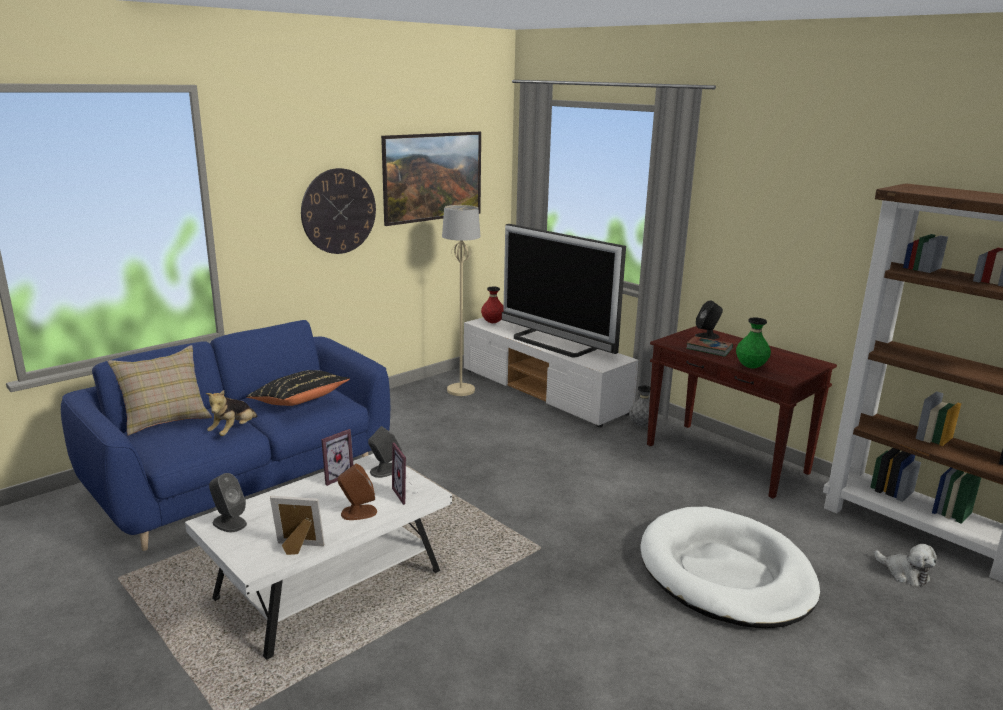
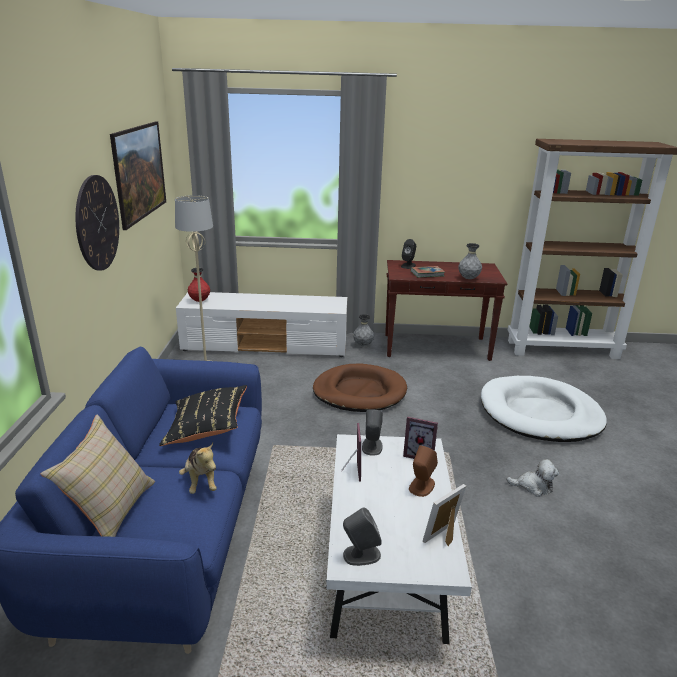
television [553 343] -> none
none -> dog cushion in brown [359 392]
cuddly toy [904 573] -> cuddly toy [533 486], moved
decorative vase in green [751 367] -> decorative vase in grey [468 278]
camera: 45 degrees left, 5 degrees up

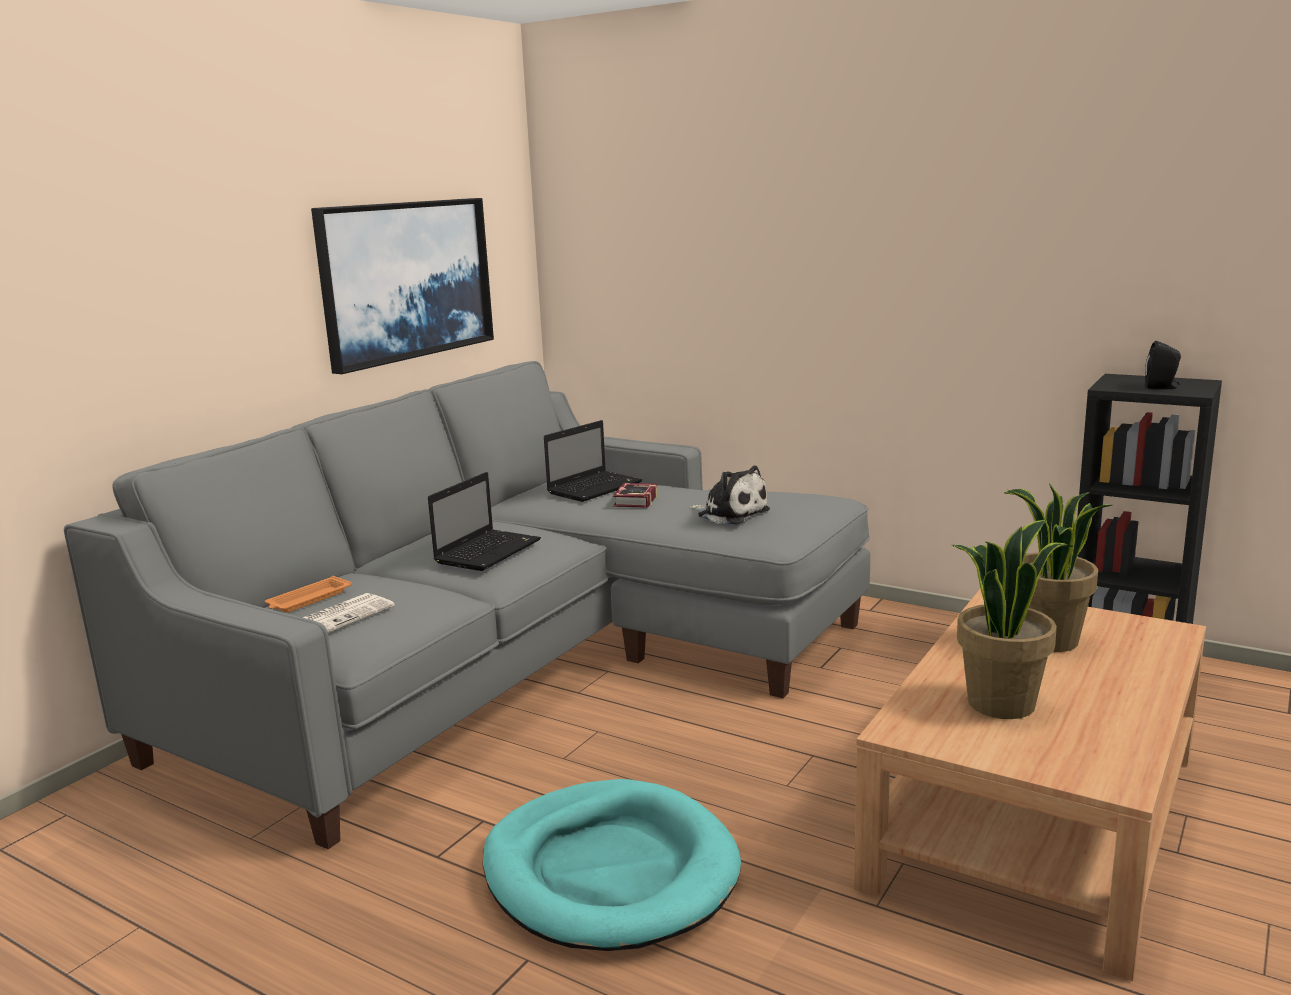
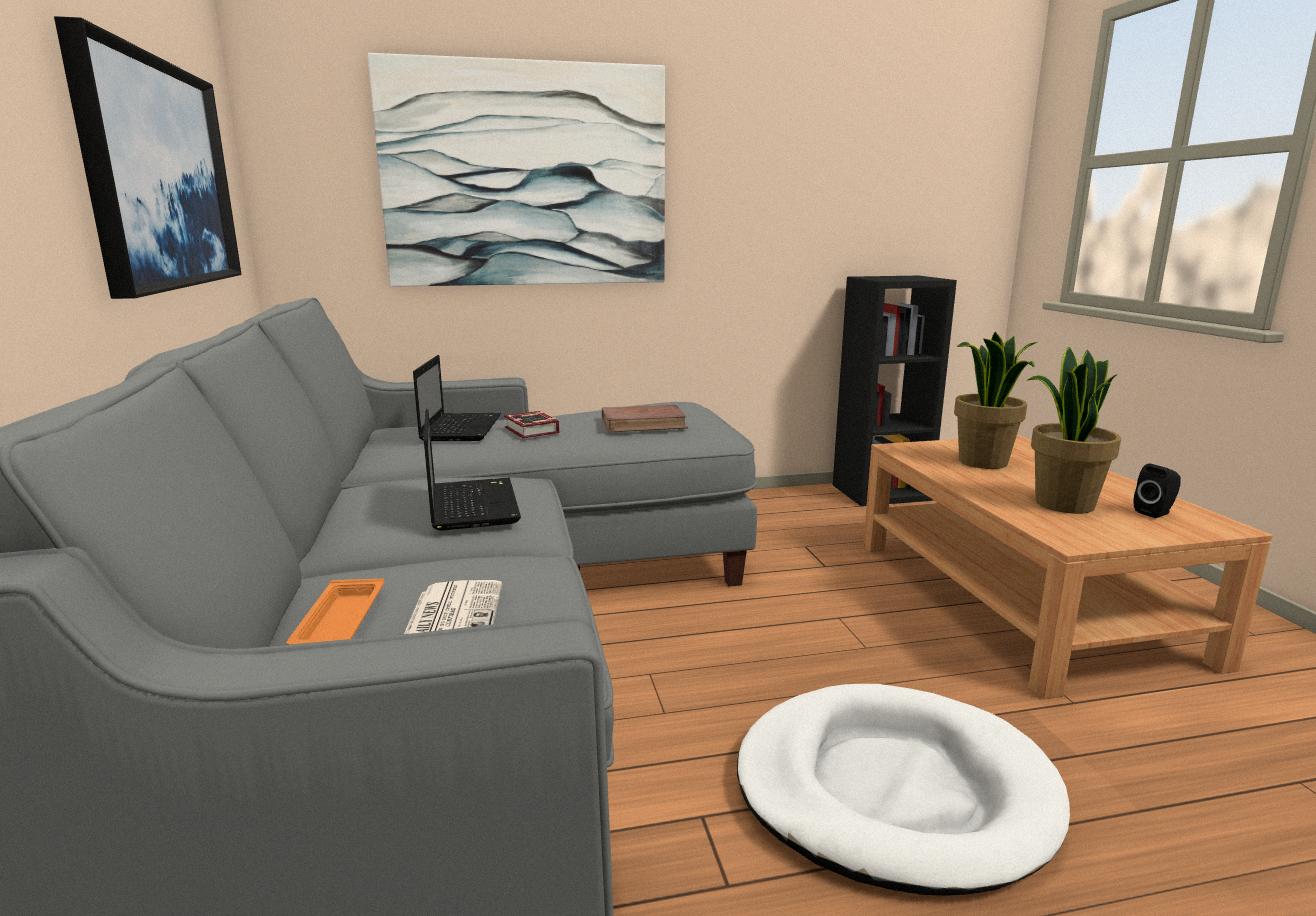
none -> picture [526 176]
speaker in black-coloured [1162 387] -> speaker in black-coloured [1155 512], moved
cuddly toy [730 513] -> book in brown [643 424]
dog cushion in turquoise-coloured [610 871] -> dog cushion in whitish [892 791]
camera: 45 degrees left, 0 degrees up

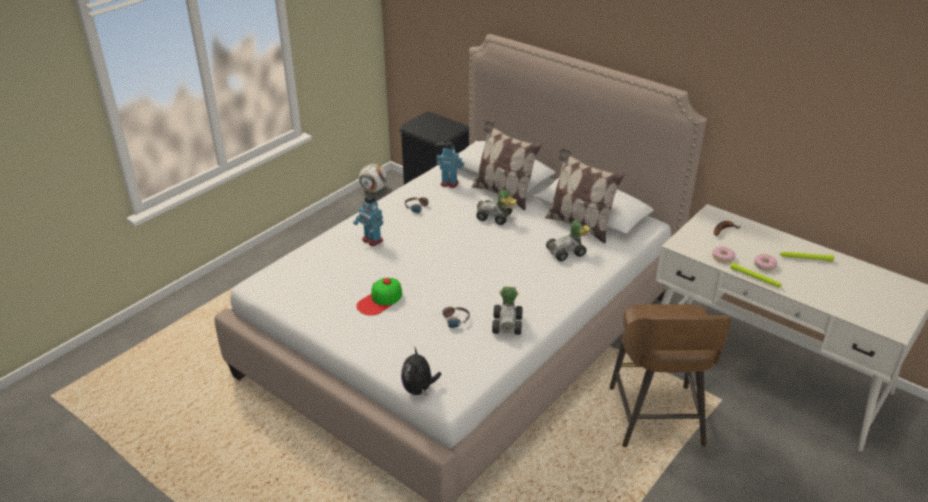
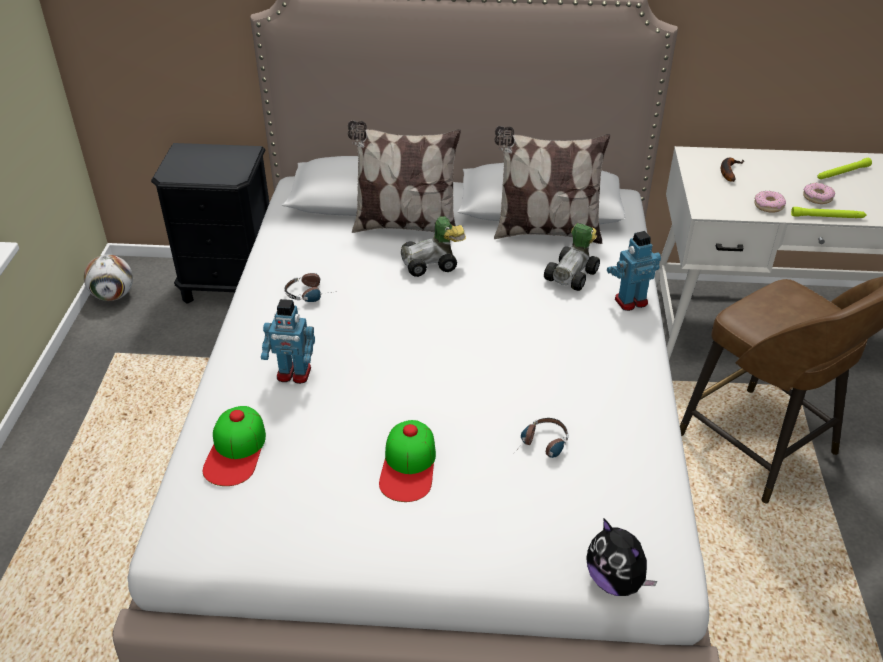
toy car [508 323] -> none
none -> baseball cap [236 451]
robot figure [449 183] -> robot figure [630 301], moved
camera: 35 degrees left, 5 degrees up

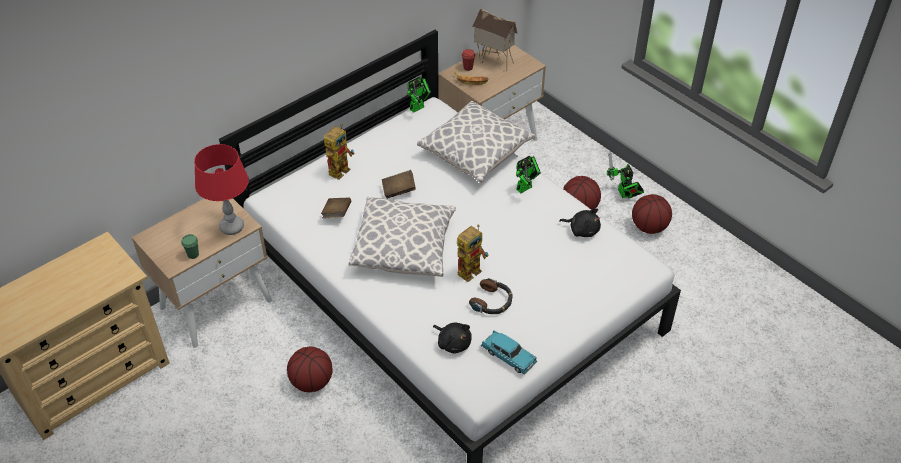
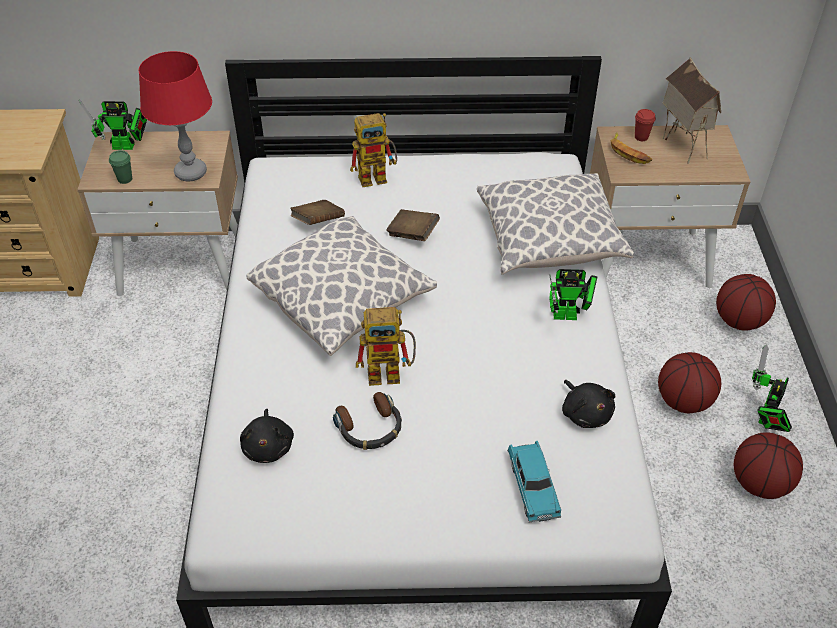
basketball ball [312 382] -> basketball ball [739 321], moved
robot figure [419 107] -> robot figure [127 146], moved
toy car in turquoise-coloured [508 356] -> toy car in turquoise-coloured [532 487], moved
camera: 40 degrees right, 0 degrees up

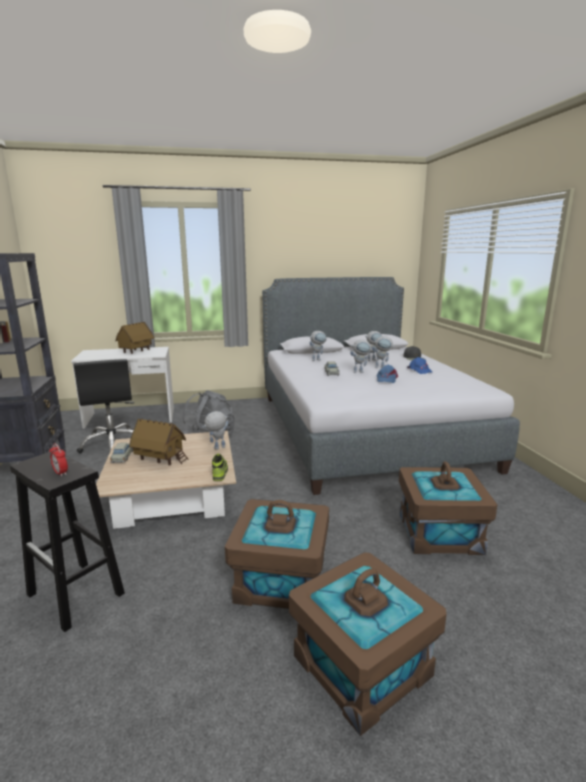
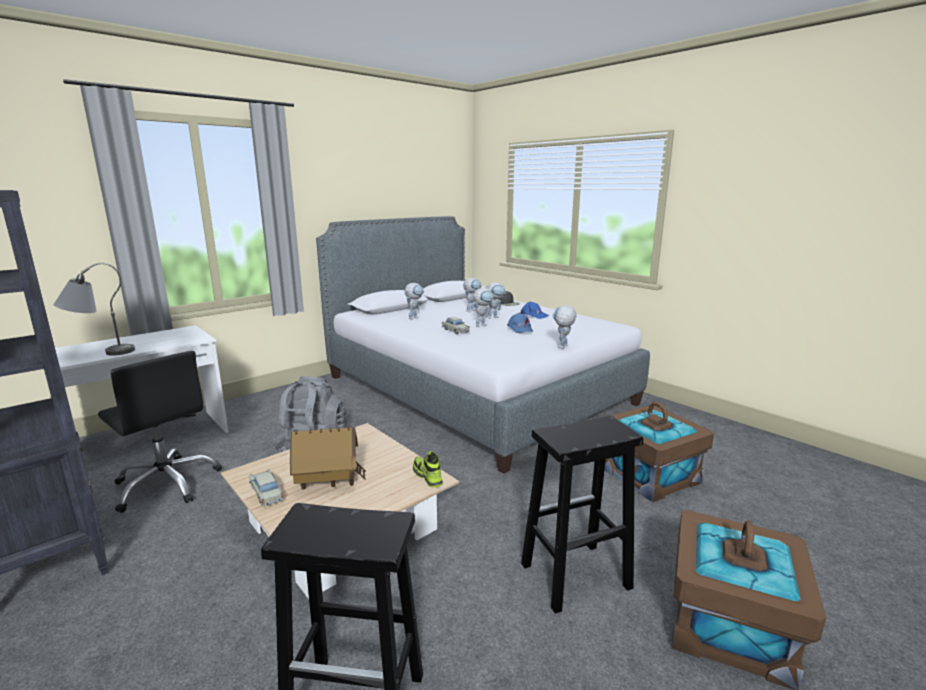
alarm clock [60 473] -> none
model house [136 351] -> none
none -> table lamp in grey [100 353]
robot figure [217 449] -> robot figure [562 347], moved
storage bin in brown [280 580] -> stool seat in black-coloured [574 576]
camera: 30 degrees left, 0 degrees up

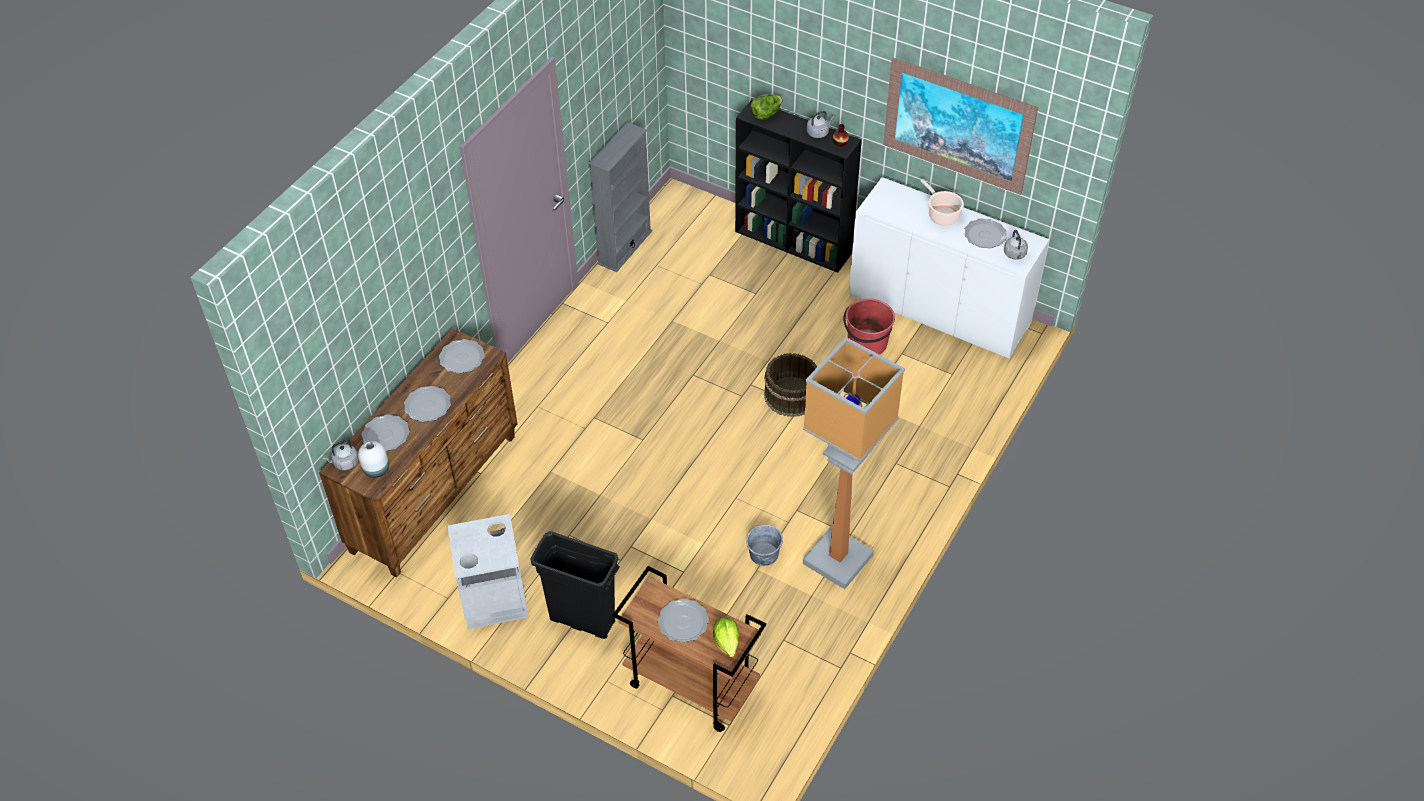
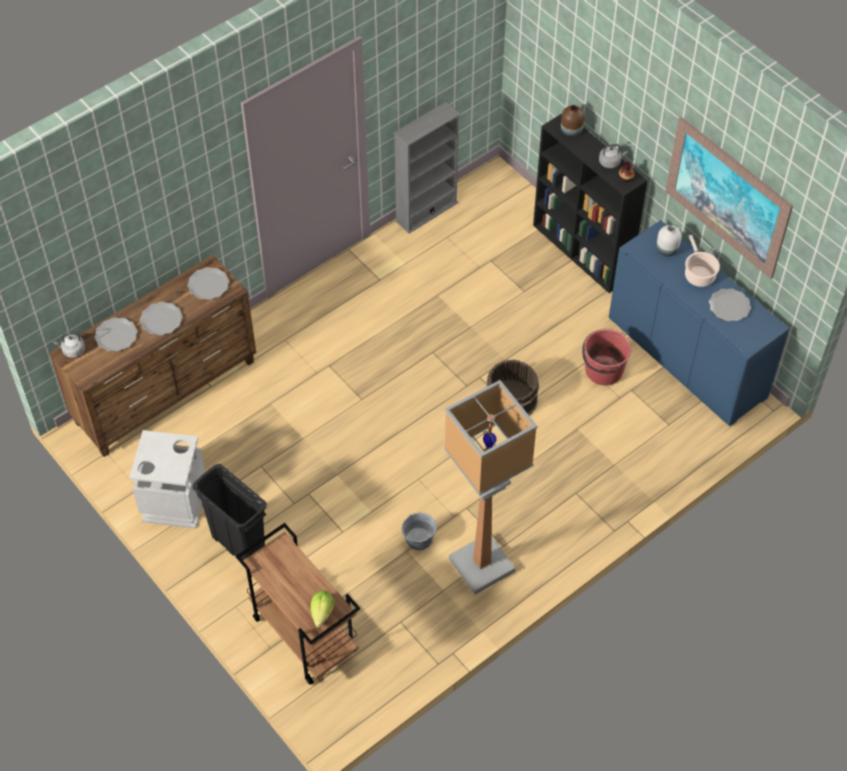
flat dish [683 622] -> none
kettle in grey [1015 255] -> none
decorative vase in whitish [377 470] -> decorative vase in whitish [667 250], moved
lettuce [766 114] -> decorative vase in brown [570 130]
cabinet in whitish [939 309] -> cabinet in bluish [686 358]
camera: 20 degrees right, 5 degrees up

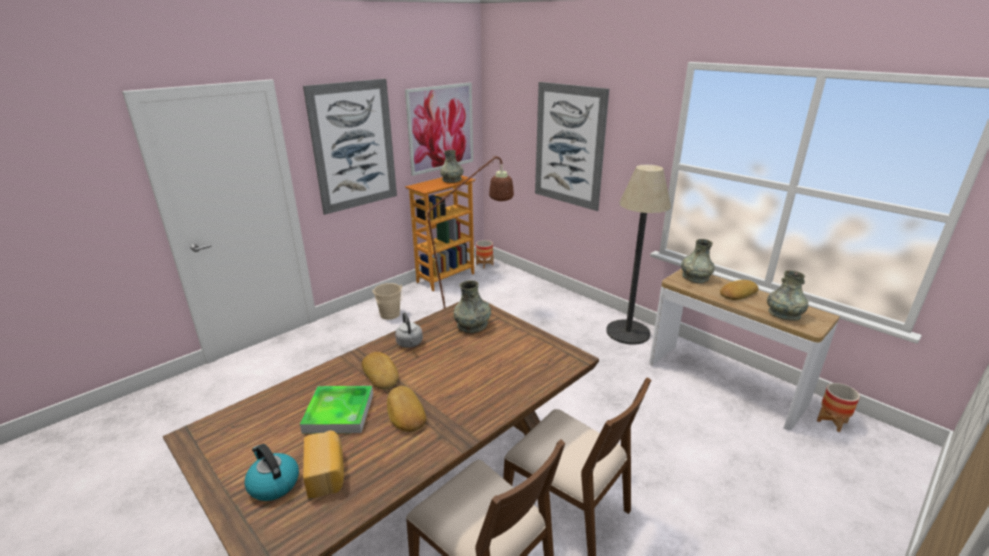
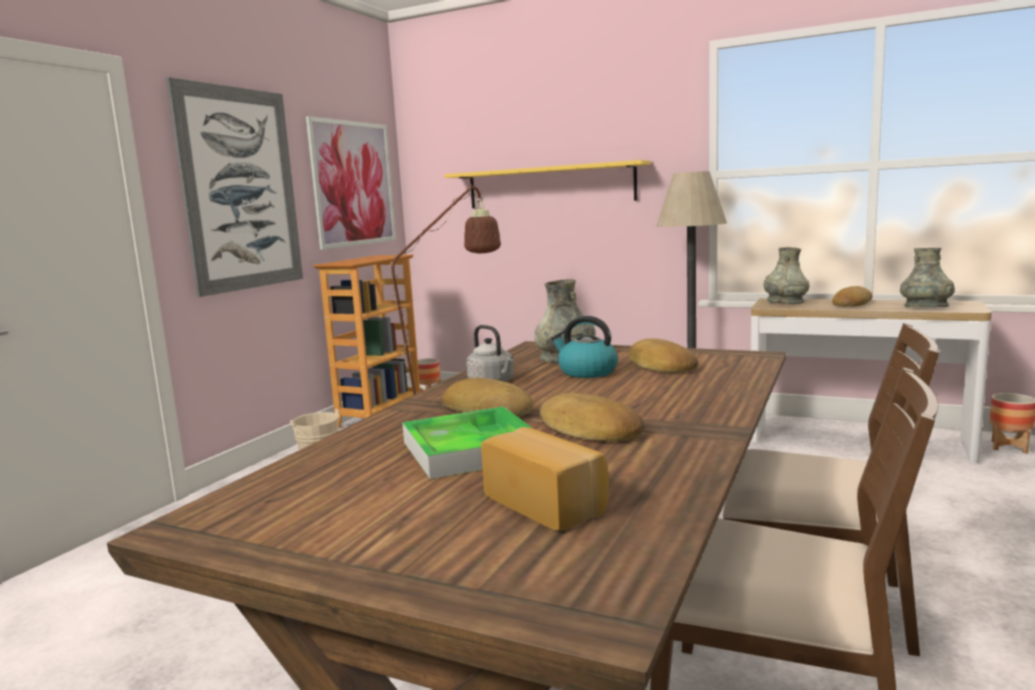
decorative vase in grey [452 180] -> none
none -> baked bread [660 365]
kettle [273 484] -> kettle [586 372], moved
picture [569 146] -> wall shelf in yellowish [549 186]
camera: 20 degrees left, 15 degrees down

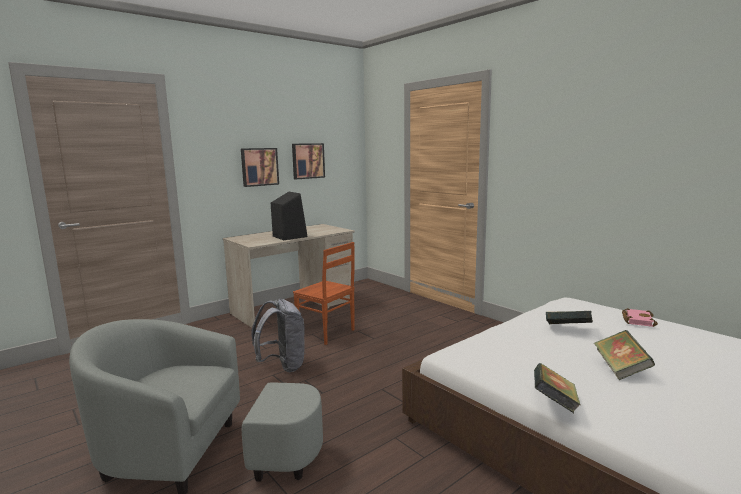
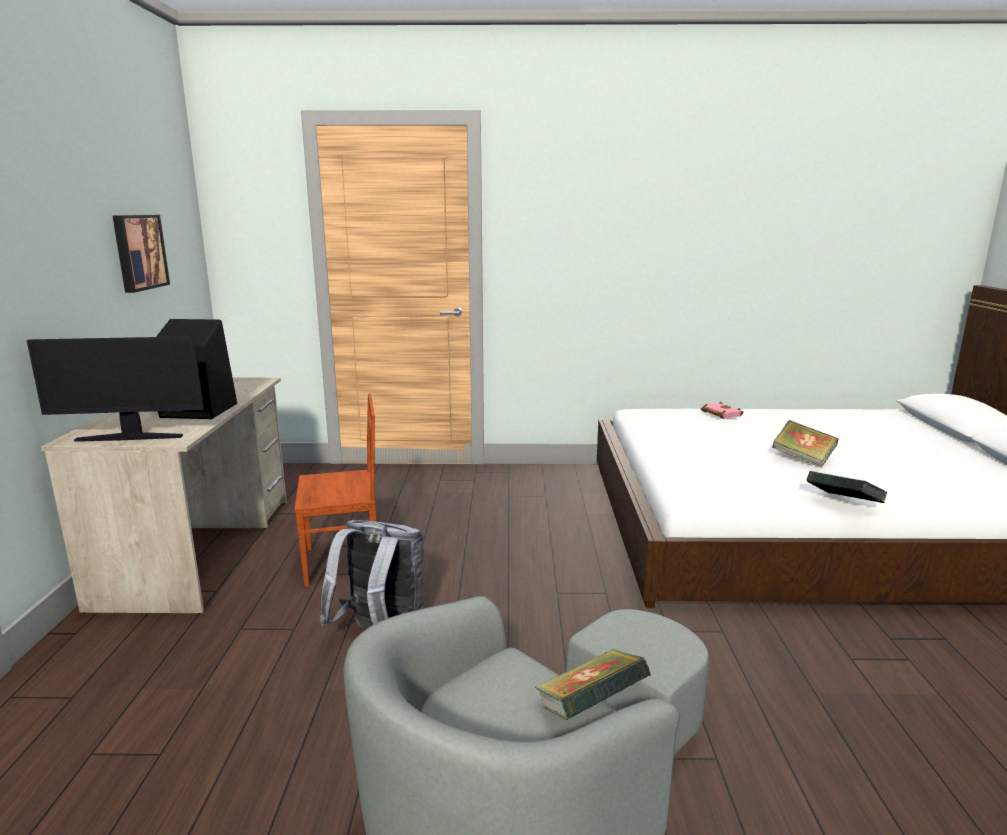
picture [259 167] -> none
none -> computer screen [130 437]
book [568 330] -> book [590 709], moved
camera: 50 degrees left, 5 degrees up

